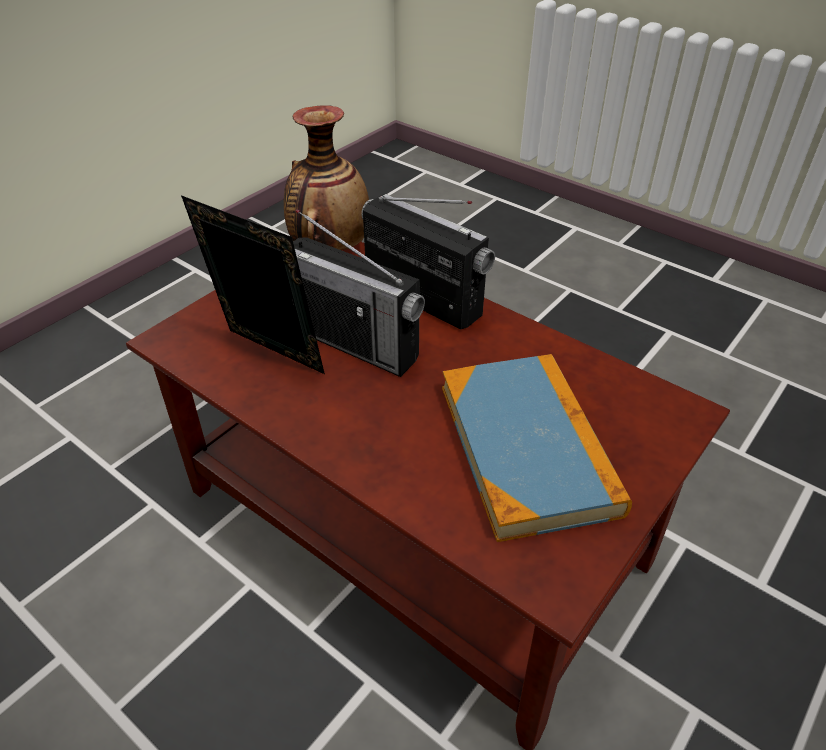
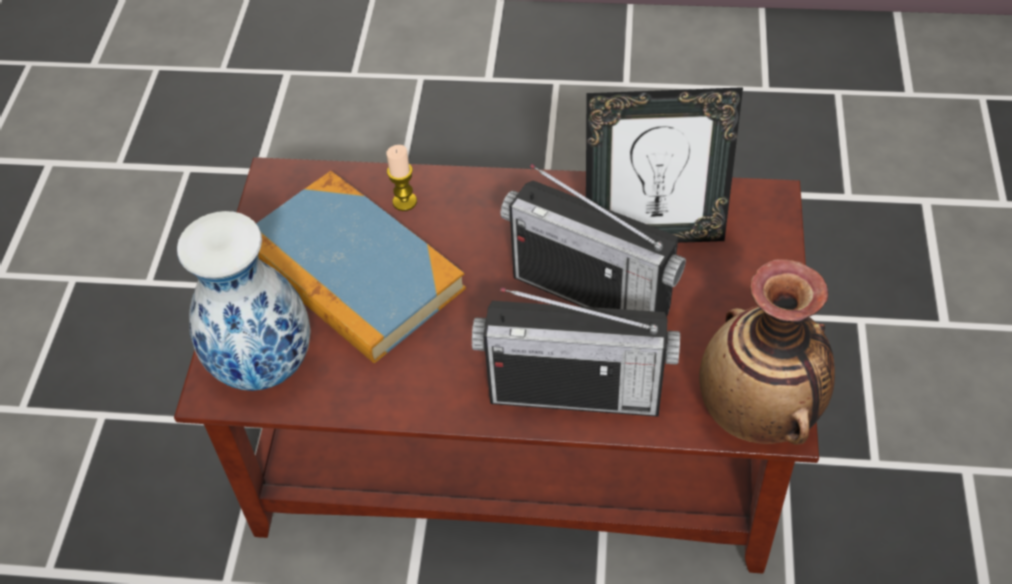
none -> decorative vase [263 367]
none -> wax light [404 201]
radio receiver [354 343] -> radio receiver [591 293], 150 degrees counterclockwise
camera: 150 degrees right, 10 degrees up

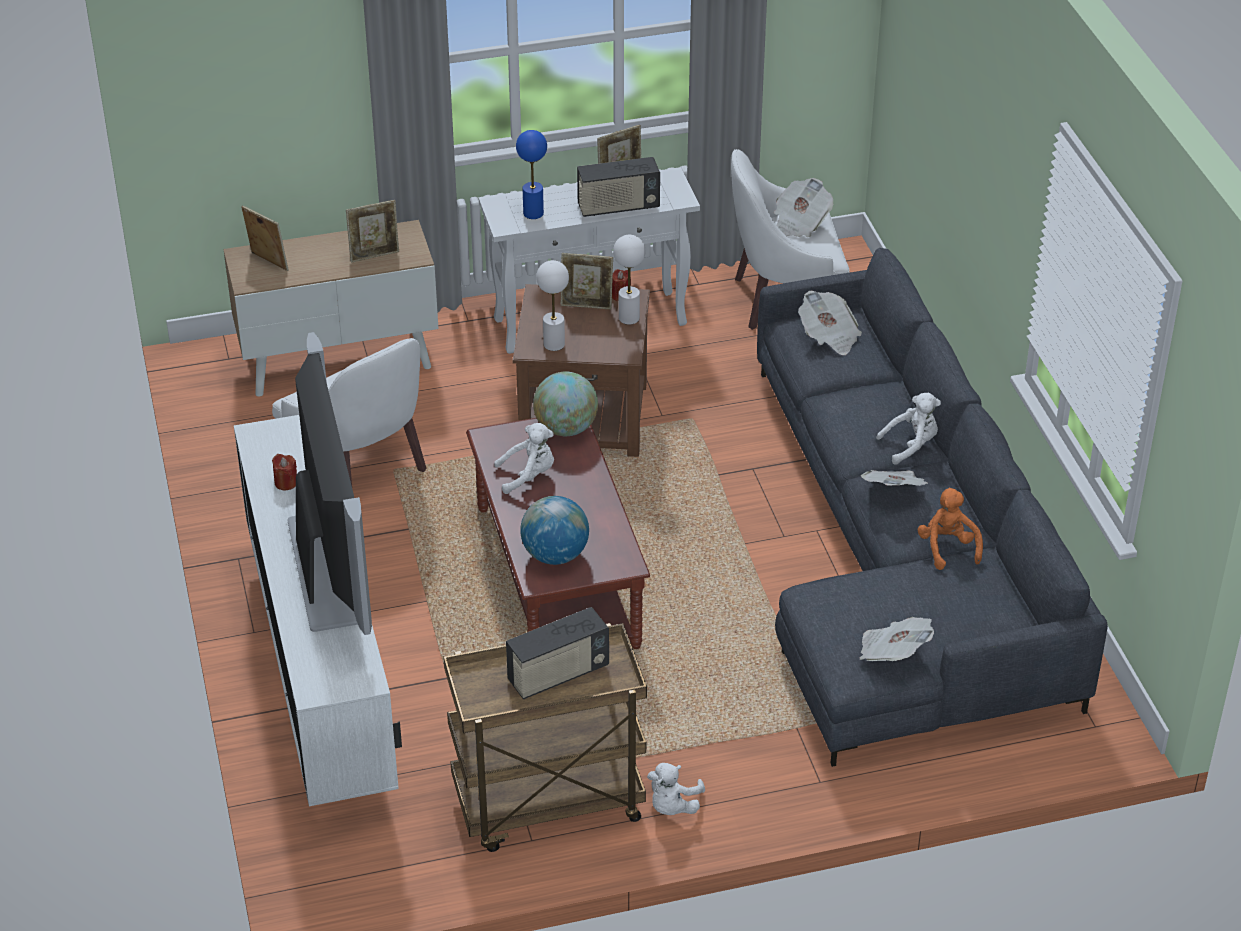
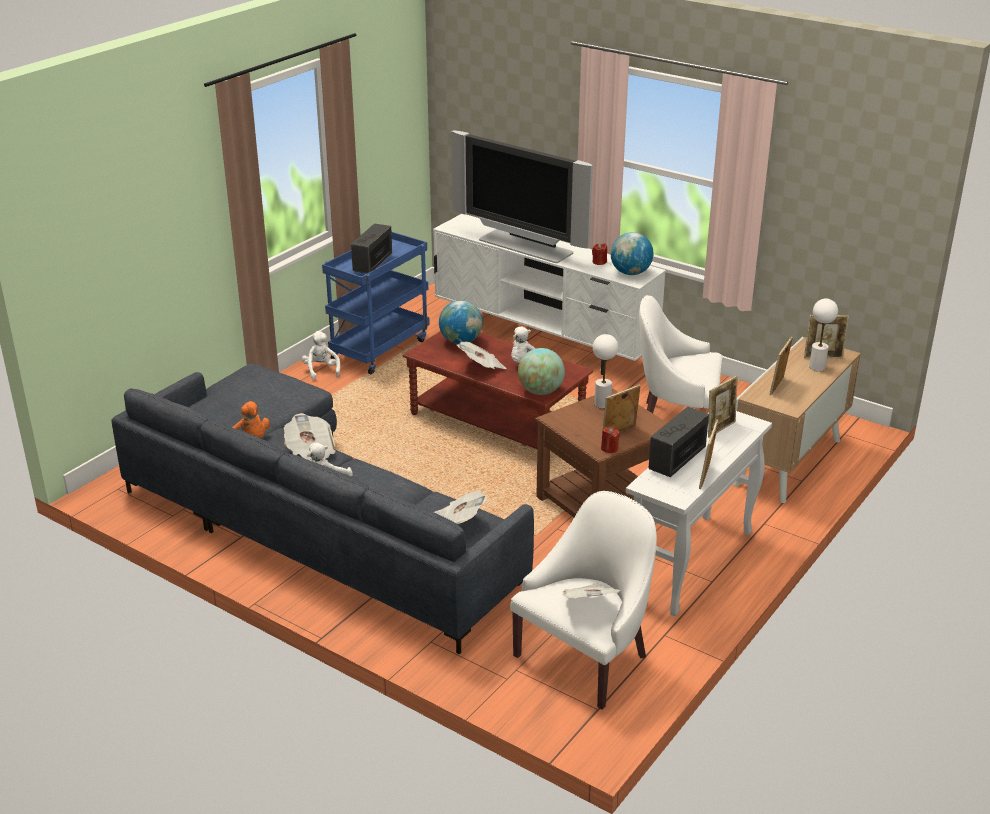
none -> desk globe [630 273]
table lamp in whitish [629 318] -> table lamp in whitish [817 367], moved
newspaper [893 653] -> newspaper [482 367], moved
table lamp in bluish [533 213] -> photo frame [720 428]
wheeled cart in brown [547 805] -> wheeled cart in bluish [380 349]
camera: 140 degrees right, 10 degrees down

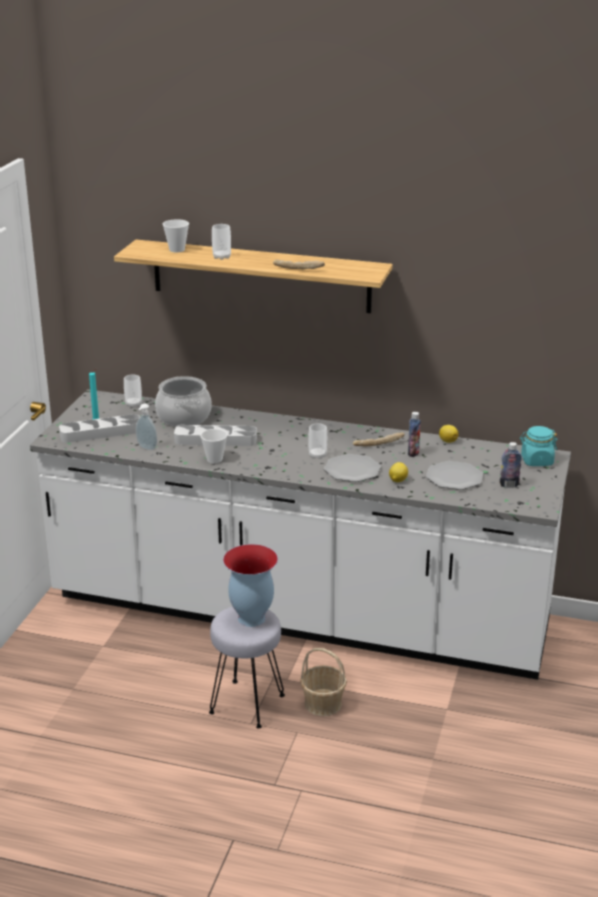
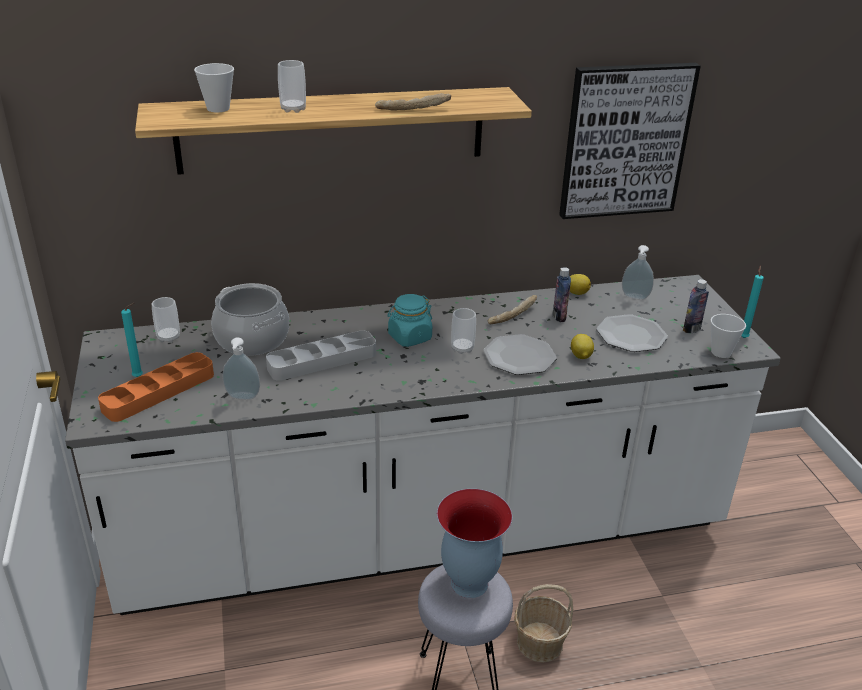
none -> picture [625 141]
none -> liquid soap bottle [634 297]
none -> wax light in turquoise-coloured [743 337]
drinking cup [214 459] -> drinking cup [721 352], moved
preserve jar in turquoise-coloured [536 461] -> preserve jar in turquoise-coloured [409 337], moved
serving tray in grey [101 433] -> serving tray in orange [159 391]
camera: 30 degrees left, 5 degrees up

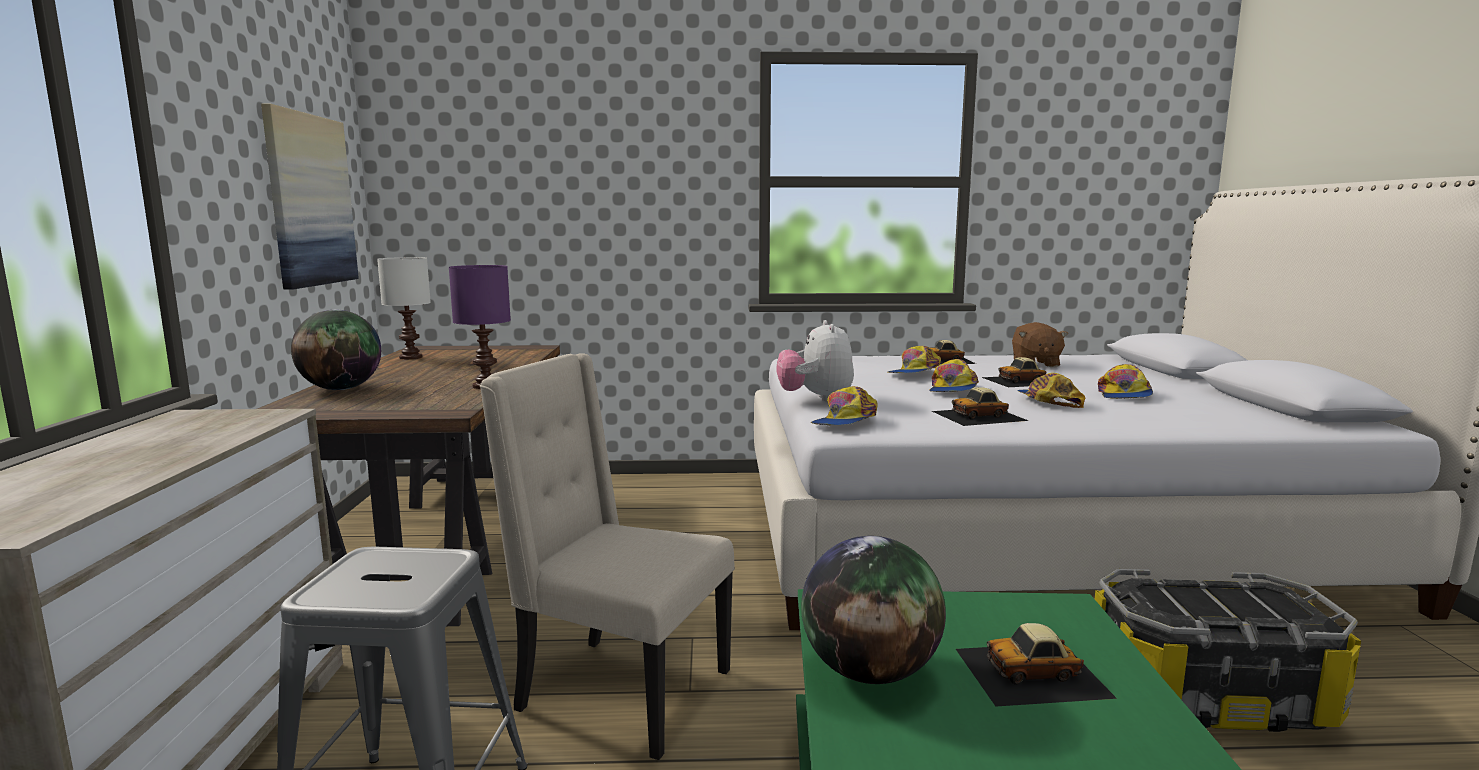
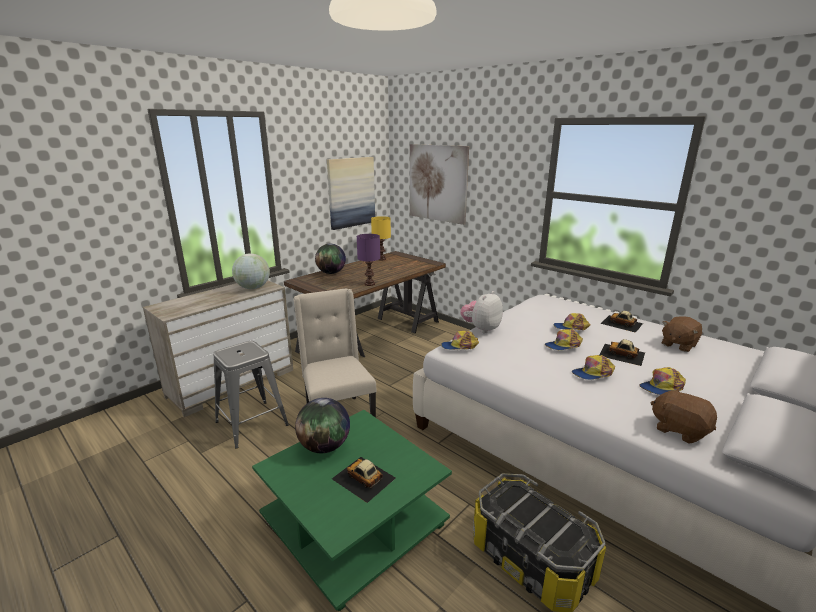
toy car [979 416] -> none
none -> desk globe [253 288]
none -> picture [437 183]
none -> cuddly toy in brown [679 430]
table lamp in whitish [410 357] -> table lamp in yellowish [381 259]
baseball cap [1048 402] -> baseball cap [593 374], 150 degrees counterclockwise
camera: 45 degrees right, 10 degrees up

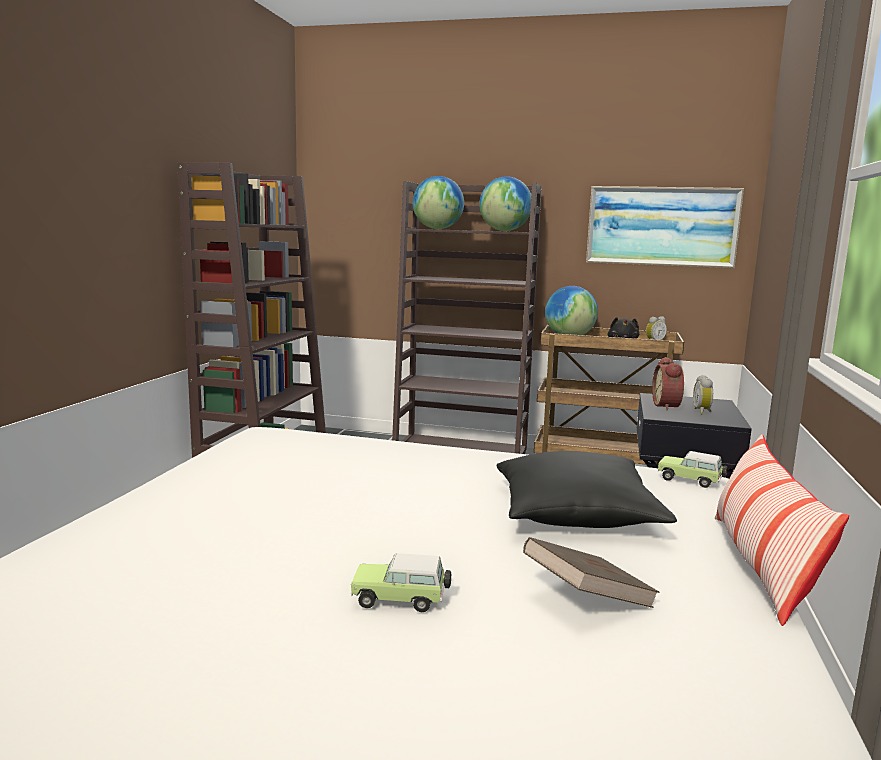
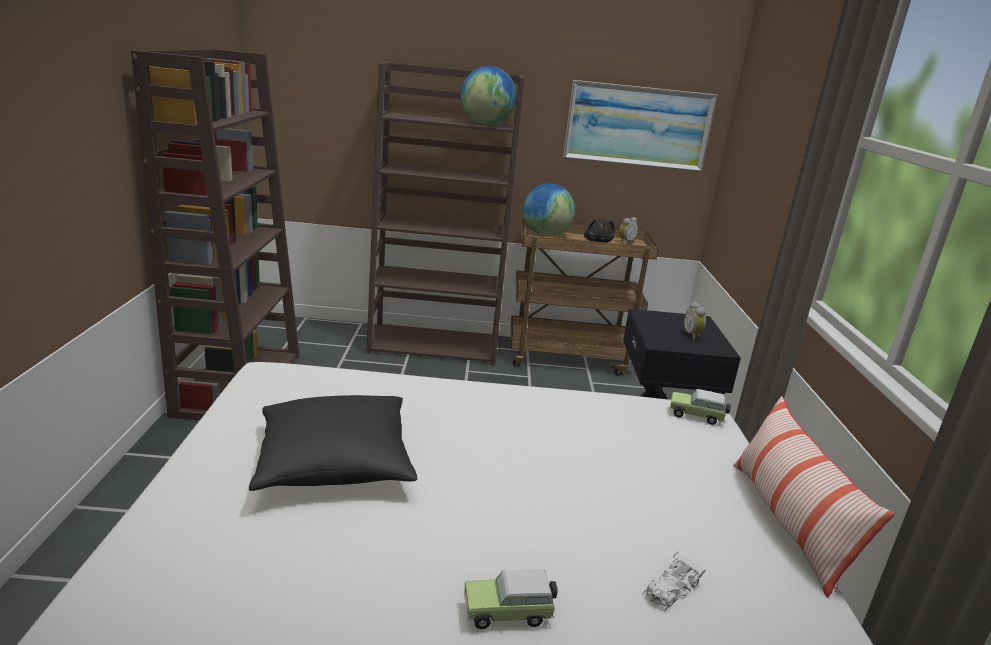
desk globe [437 229] -> none
alarm clock [668 406] -> none
pillow in black-coloured [575 514] -> pillow in black-coloured [334 463], moved
book in brown [587 599] -> toy car in whitish [670 589]
camera: 15 degrees left, 10 degrees up

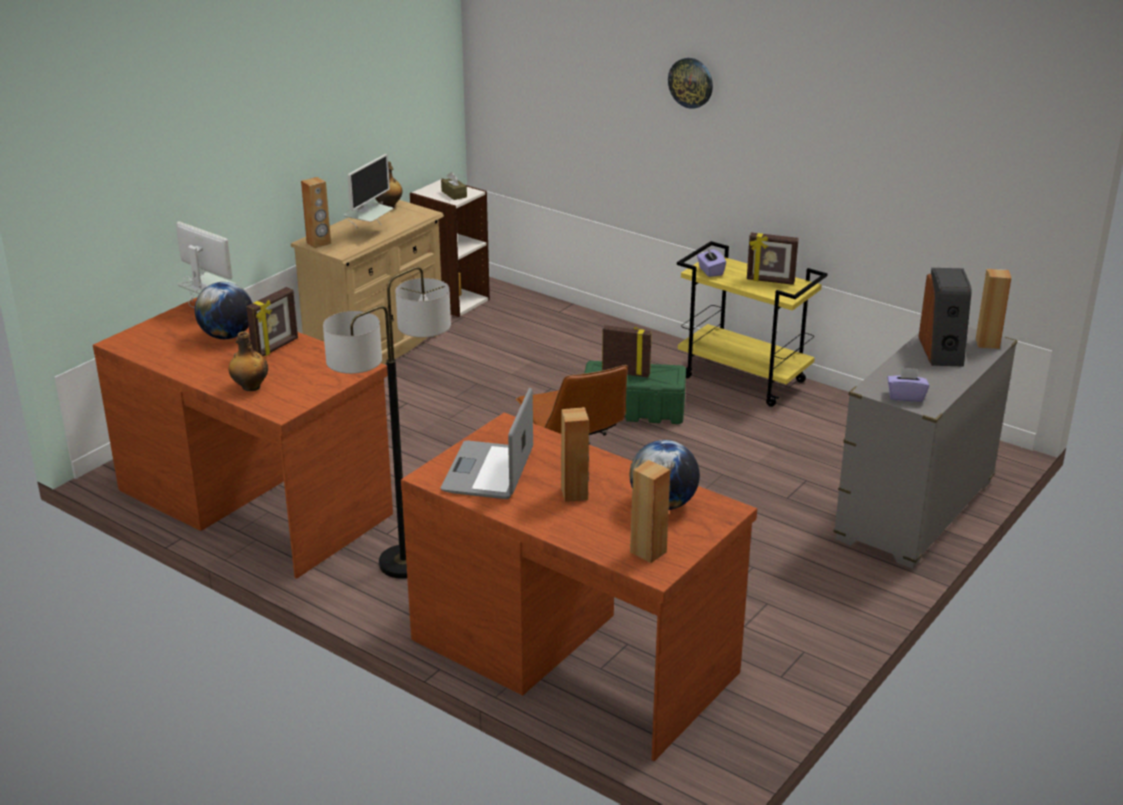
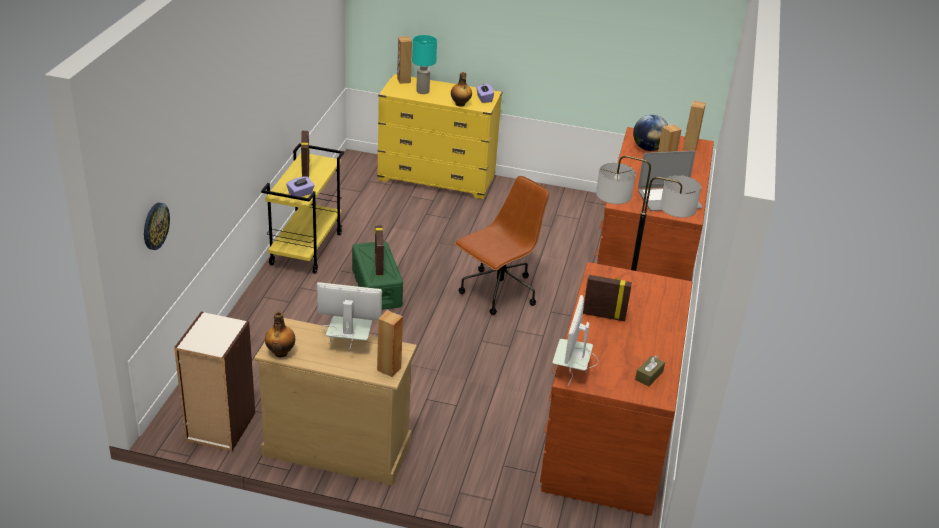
desk globe [227 336] -> none
drink bottle [250 387] -> drink bottle [460 104], moved
tissue holder in brown [454 194] -> tissue holder in brown [649 376], moved
hanging clock [691 82] -> hanging clock [155 226], moved
speaker [942 351] -> table lamp in turquoise-coloured [422 91]
chest of drawers in grey [914 511] -> chest of drawers in yellowish [436 179]
camera: 115 degrees left, 5 degrees up

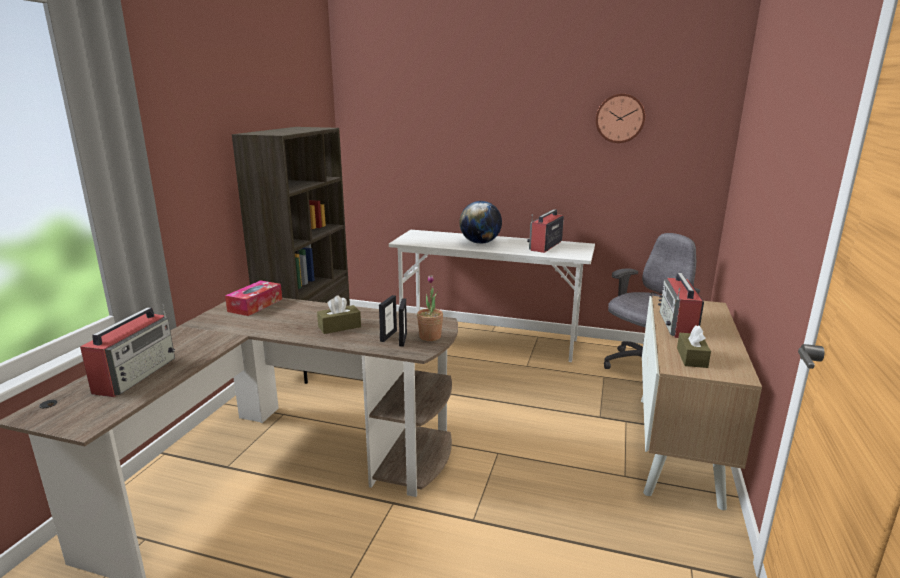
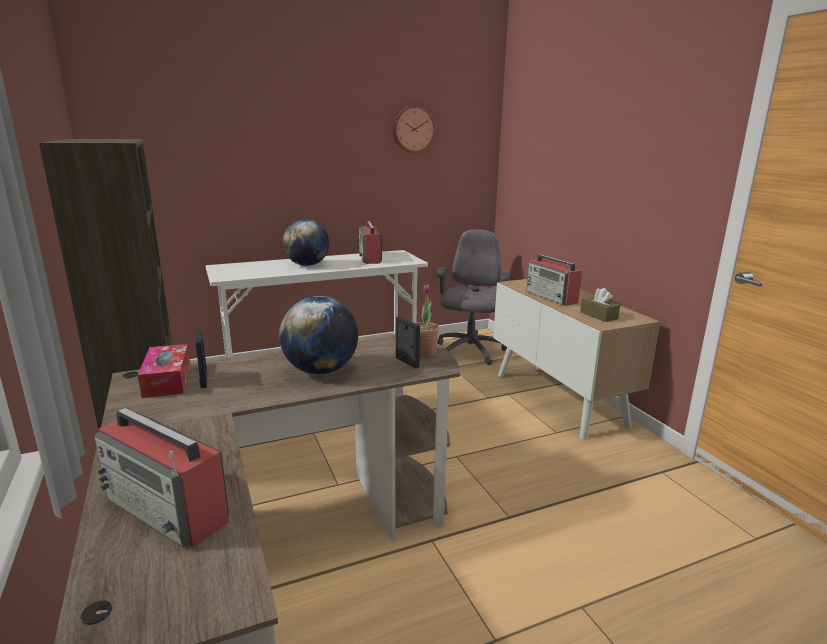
photo frame [388 336] -> photo frame [204 380], moved
tissue holder in brown [339 327] -> desk globe [321 370]
radio receiver [136 374] -> radio receiver [168 510], 150 degrees clockwise
camera: 40 degrees left, 0 degrees up

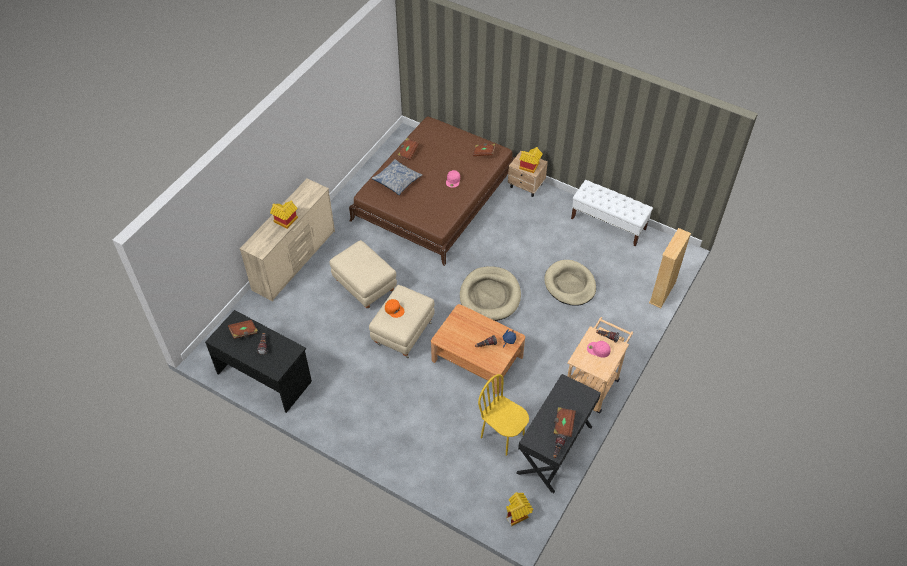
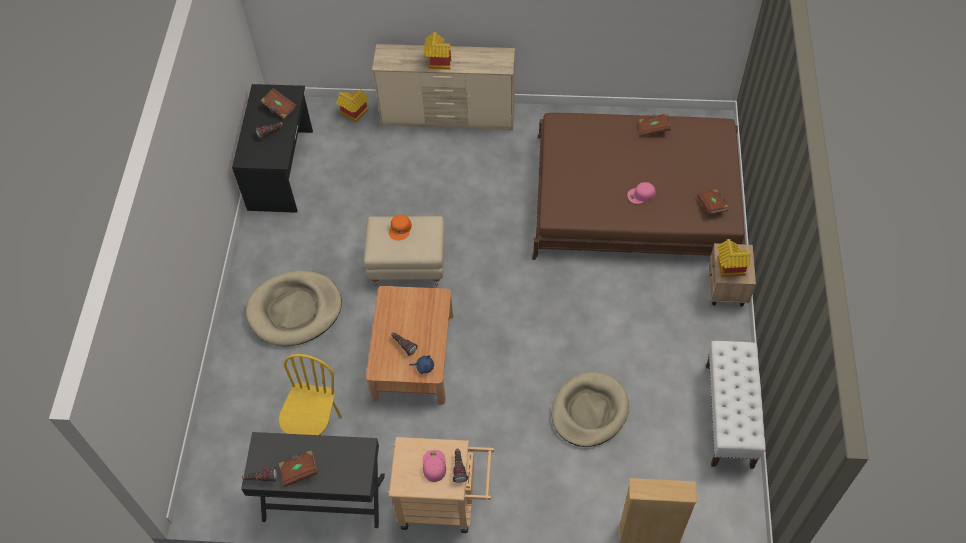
ottoman in beige-coloured [364 287] -> none
pillow [397 180] -> none
dog cushion in beige-coloured [490 296] -> dog cushion in beige-coloured [295 310], moved
model house [518 515] -> model house [354 114], moved
camera: 65 degrees right, 5 degrees up

